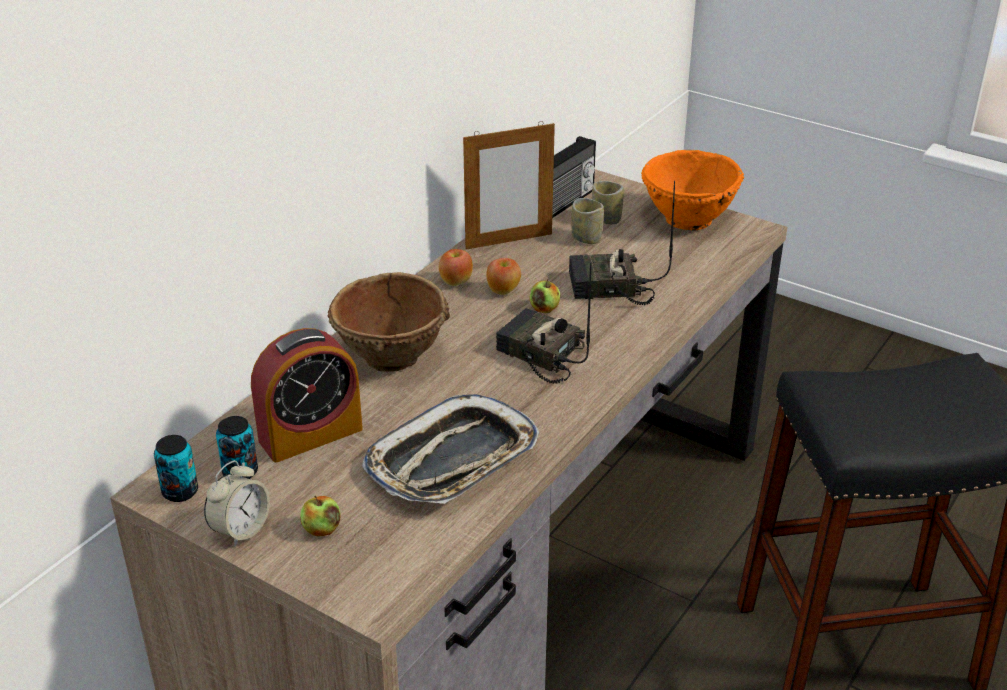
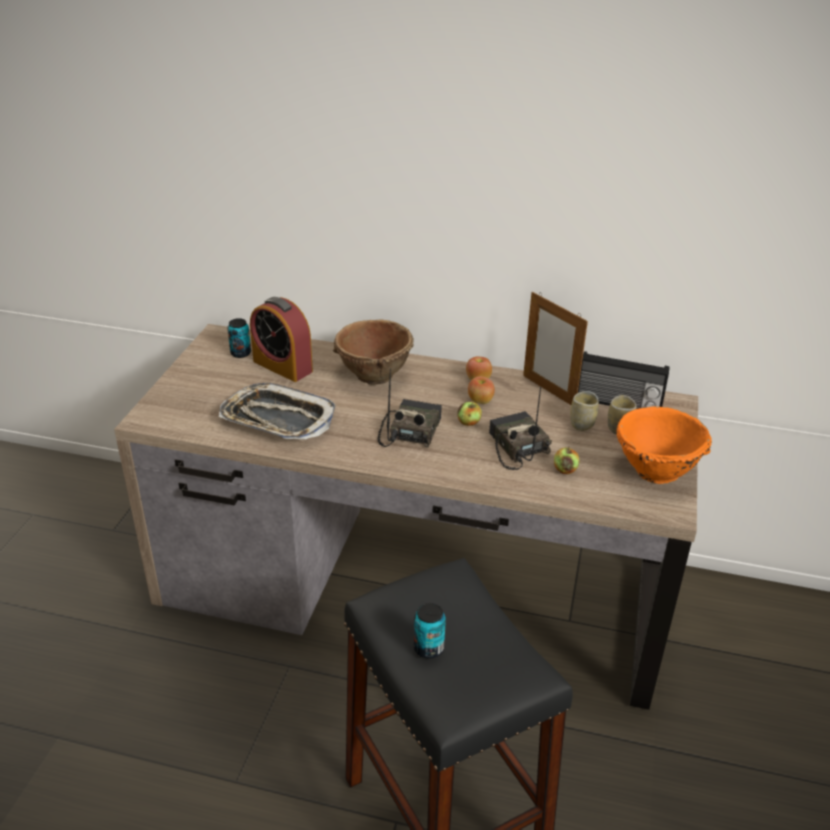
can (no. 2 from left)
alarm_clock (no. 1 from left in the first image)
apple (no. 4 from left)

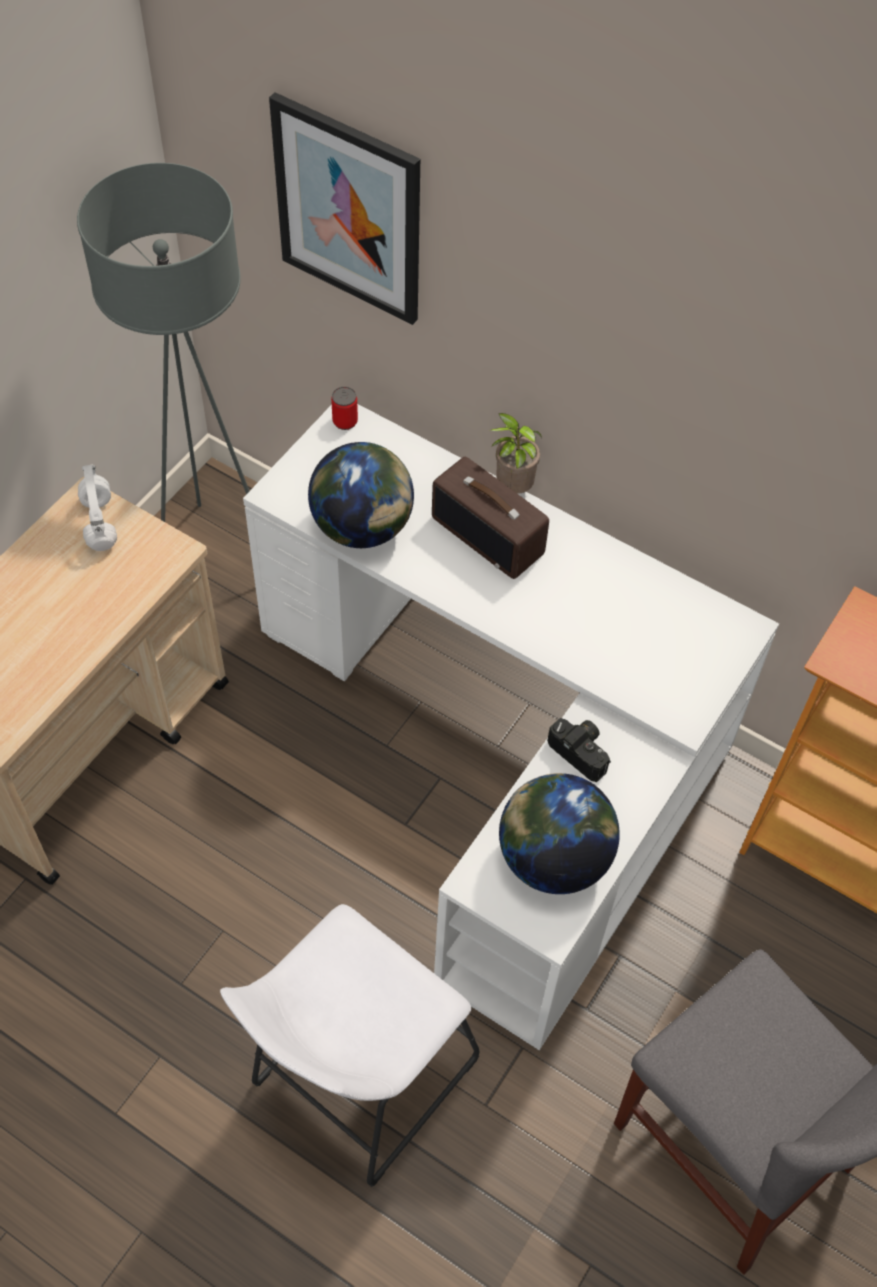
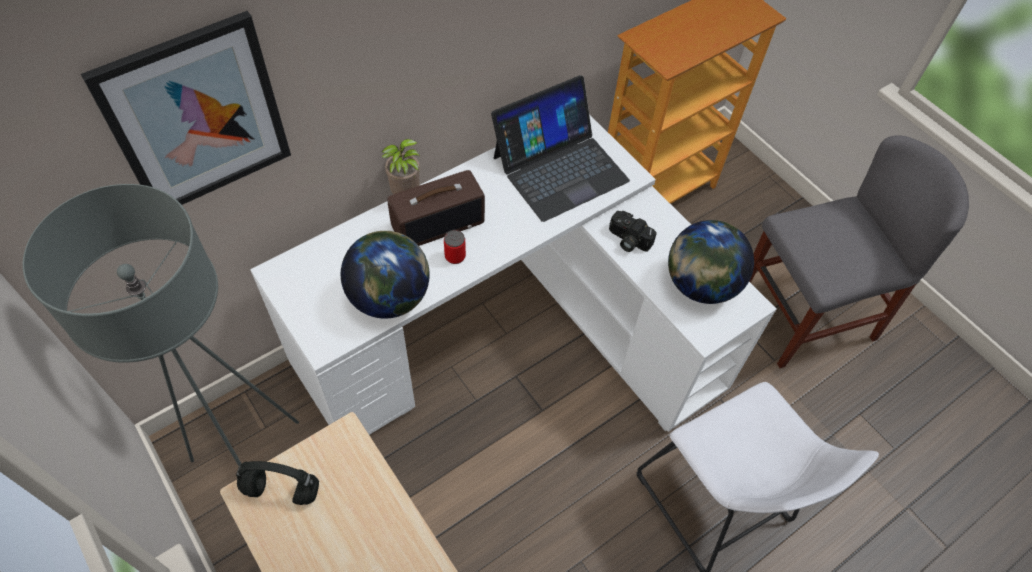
black_headphones
can
photo_camera
laptop

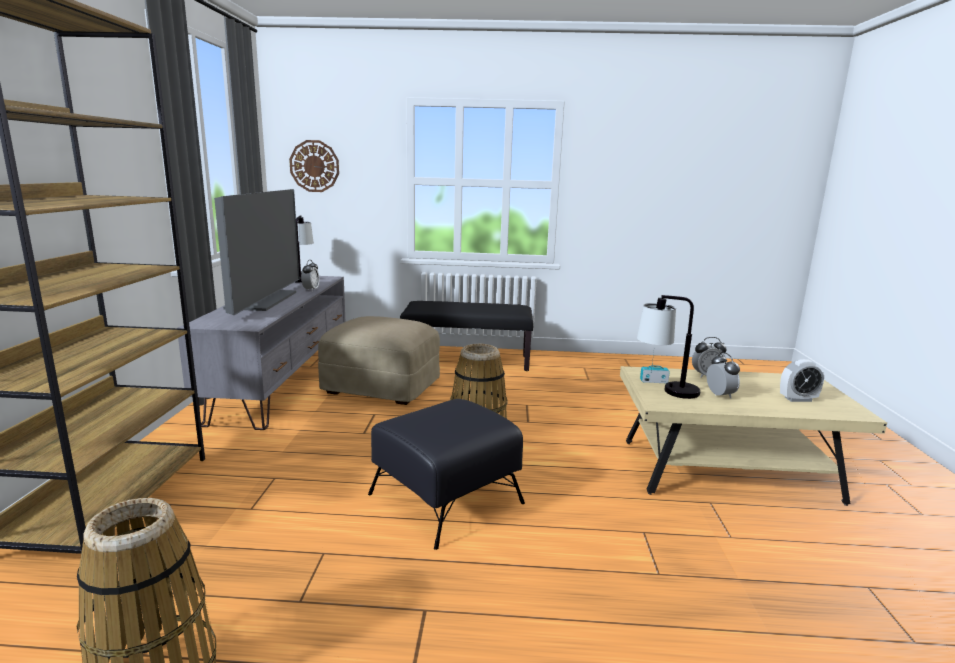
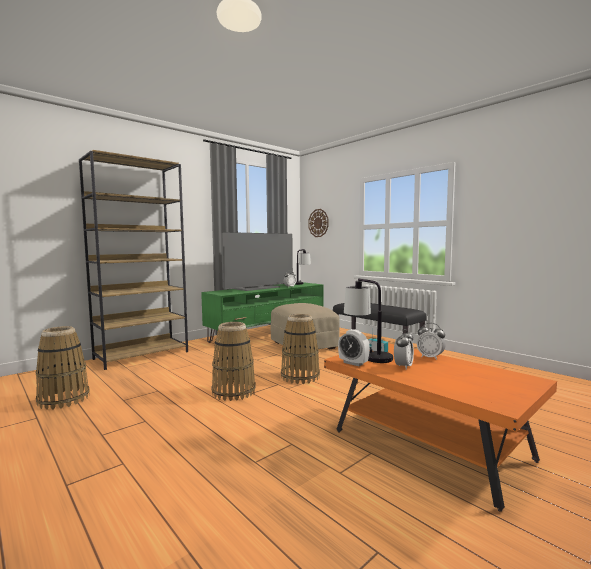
green_tv_stand
basket (no. 2 from left)
orange_coffee_table
alarm_clock (no. 2 from left)

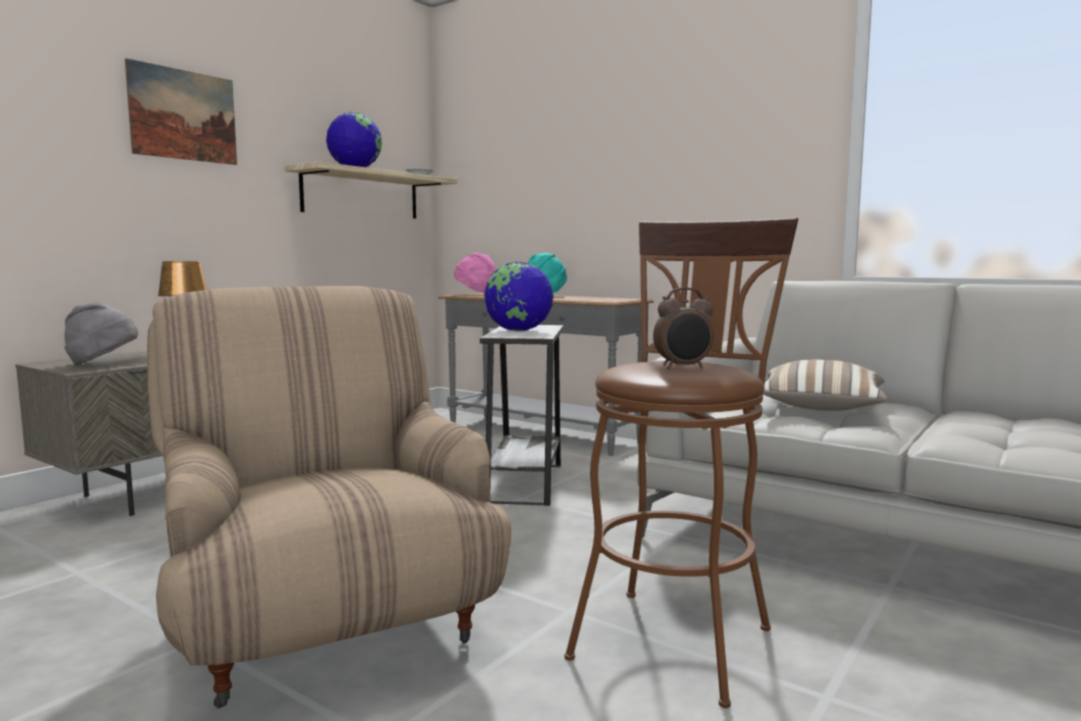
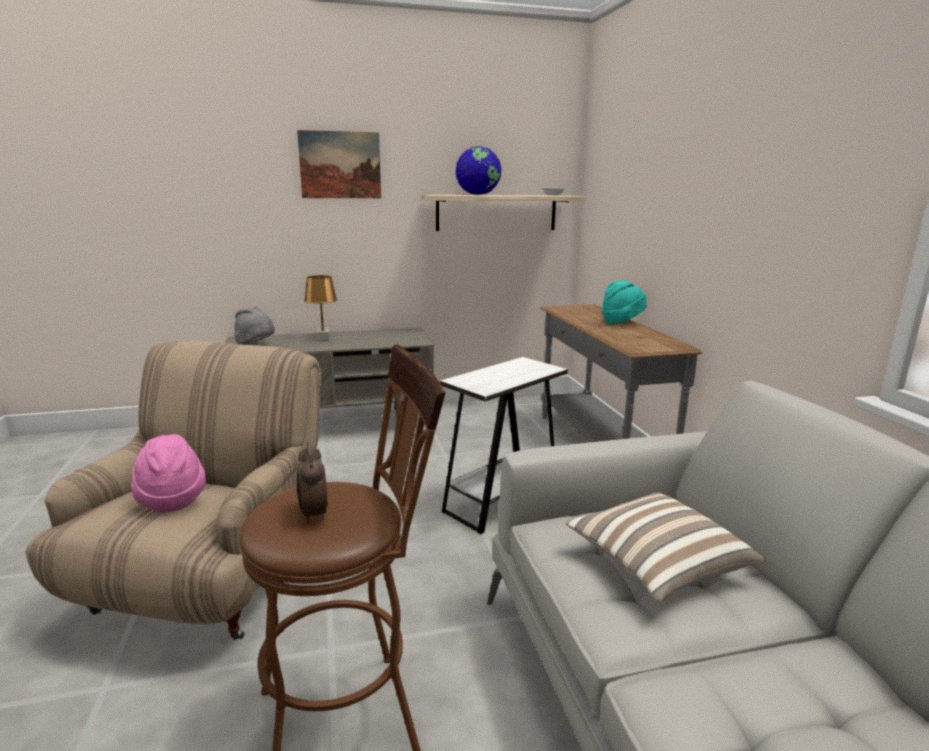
pink_hat
globe (no. 2 from left in the first image)
alarm_clock

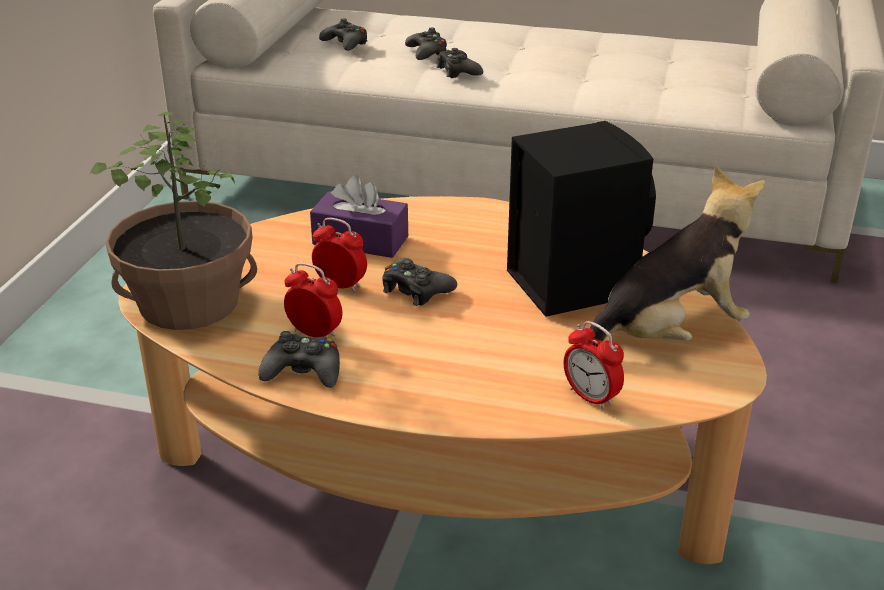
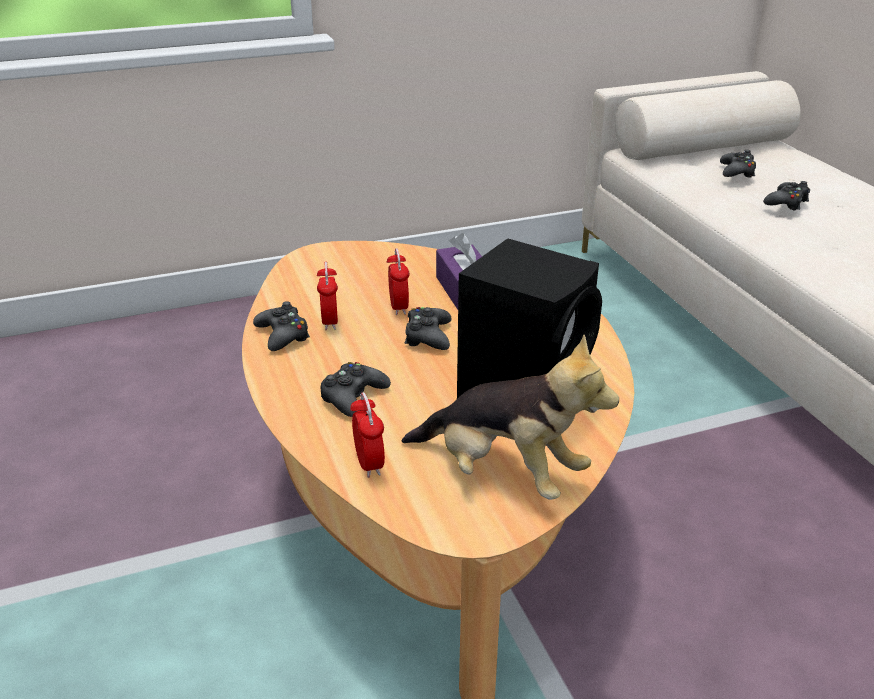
potted_plant
black_game_controller (no. 2 from left)
alarm_clock (no. 2 from left)

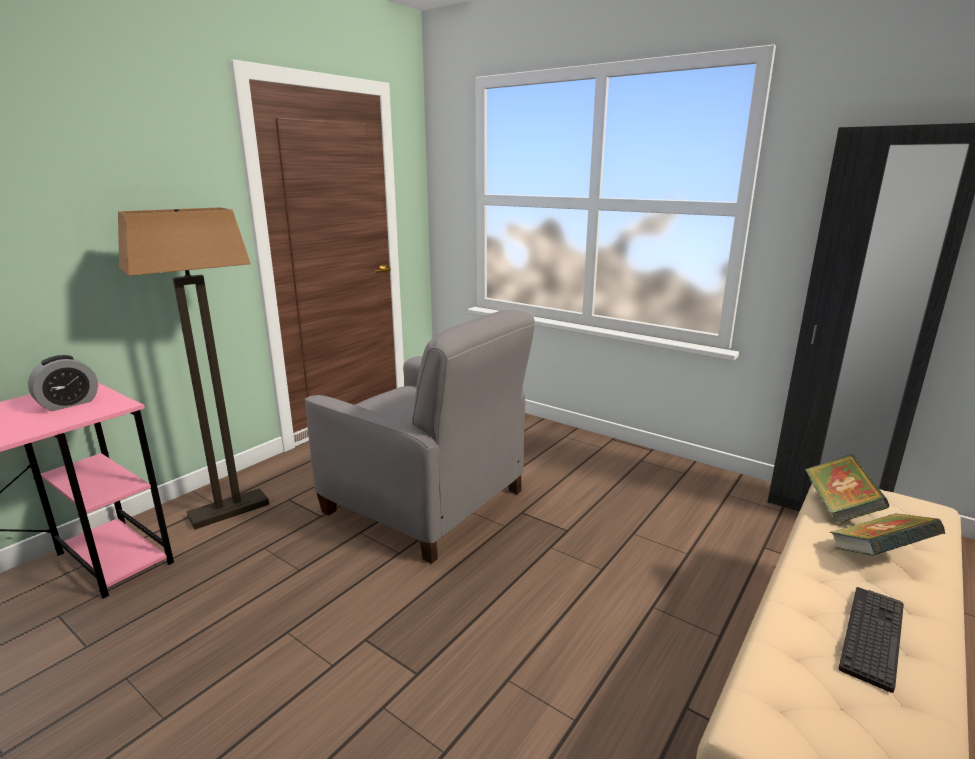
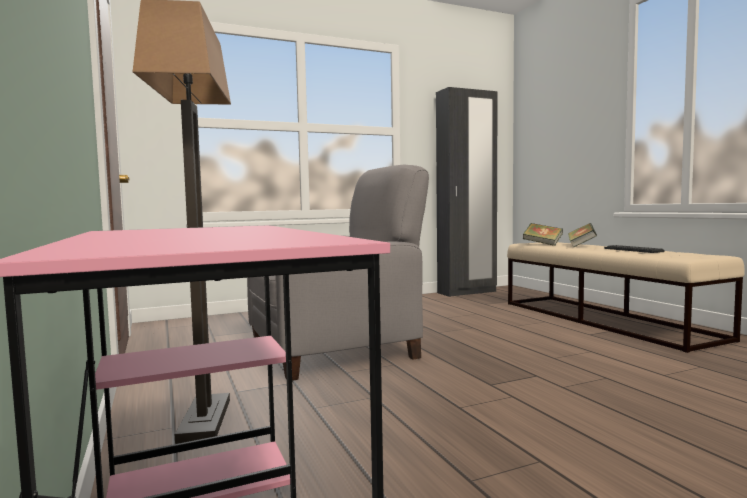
alarm_clock

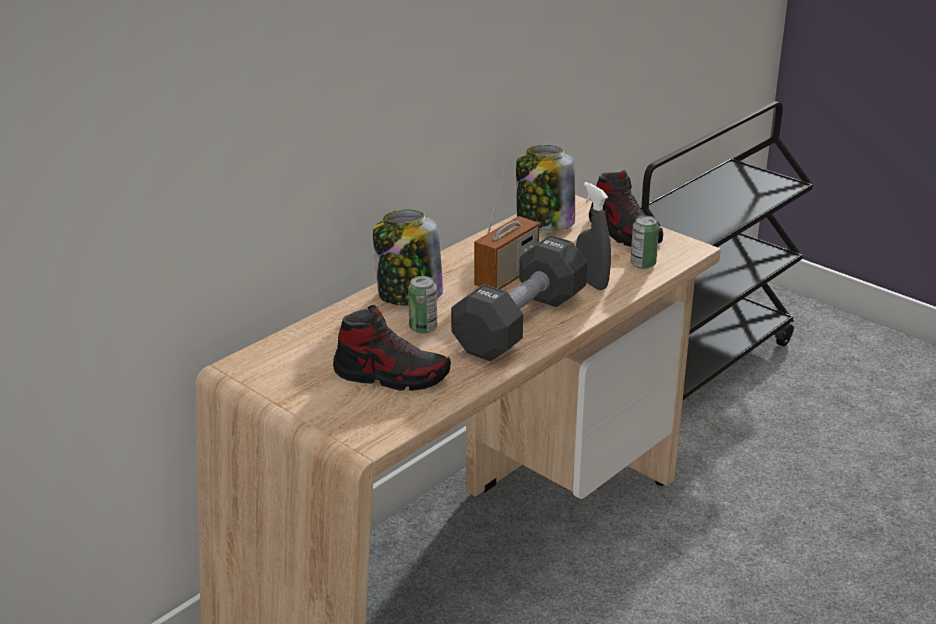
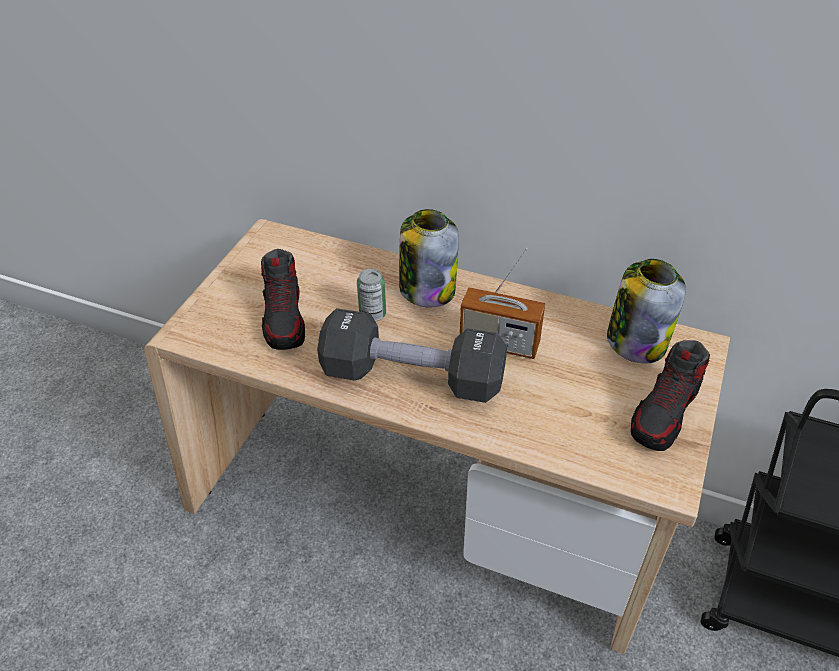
grey_spray_bottle
can (no. 2 from left in the first image)

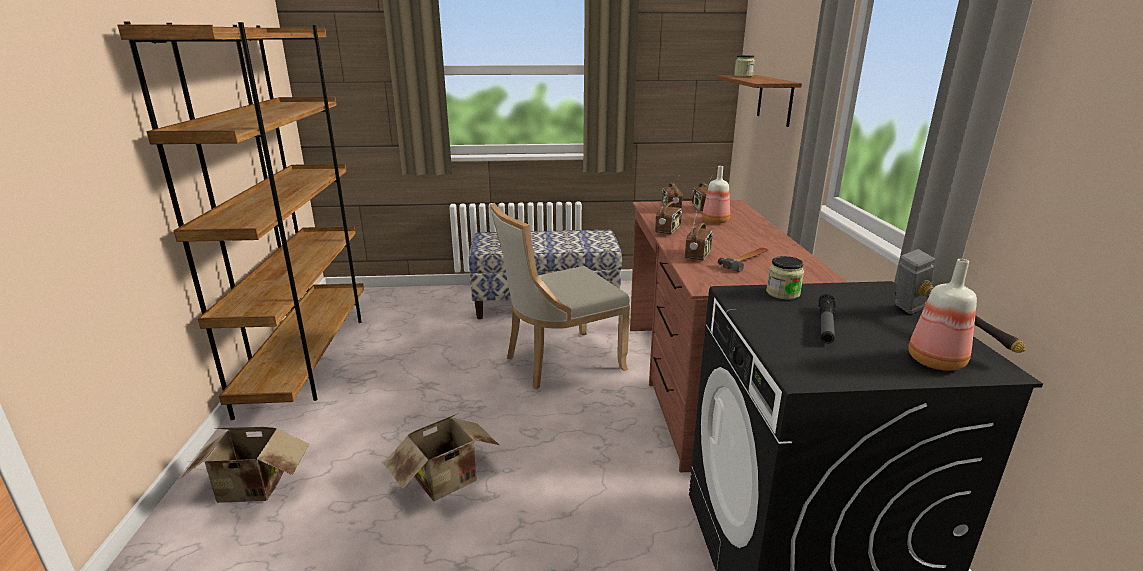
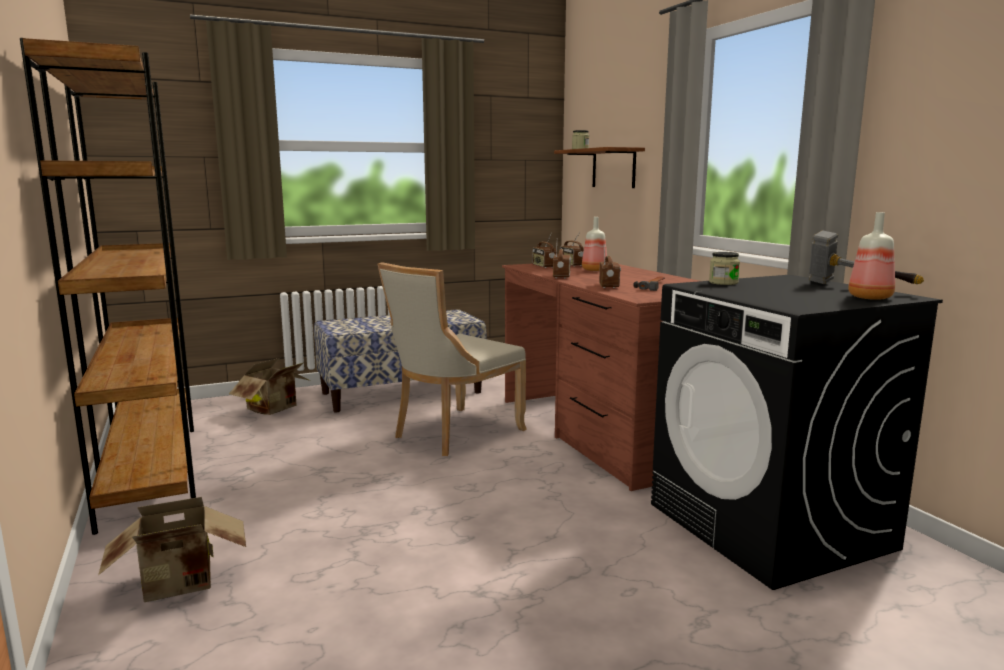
cardboard_box (no. 2 from left)
flashlight

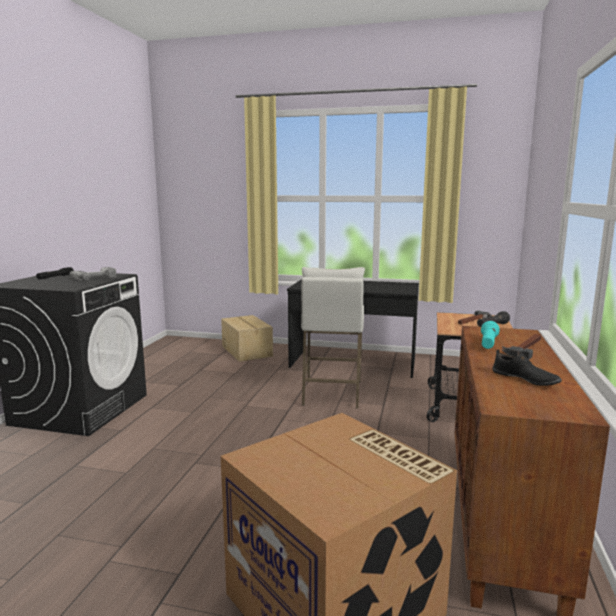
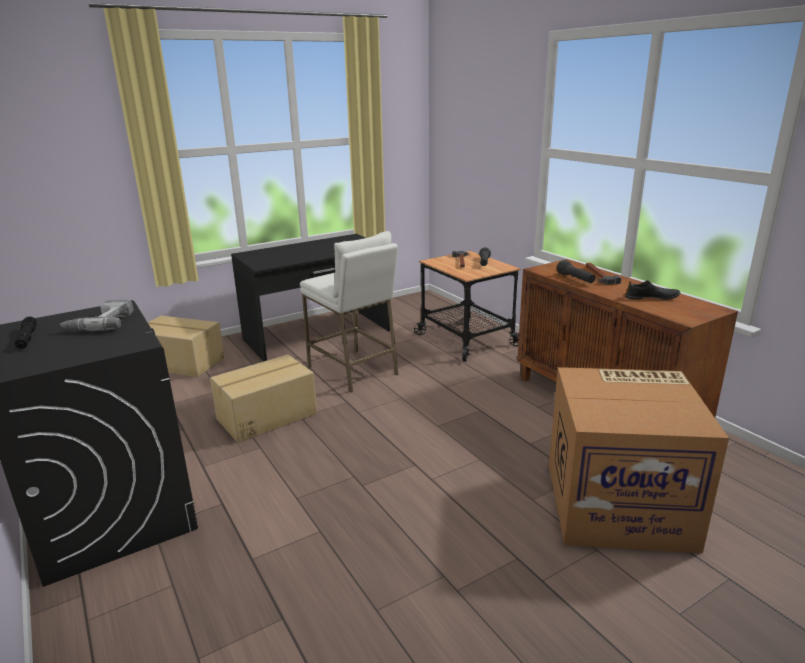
black_flashlight (no. 3 from left)
cardboard_box (no. 2 from left)

